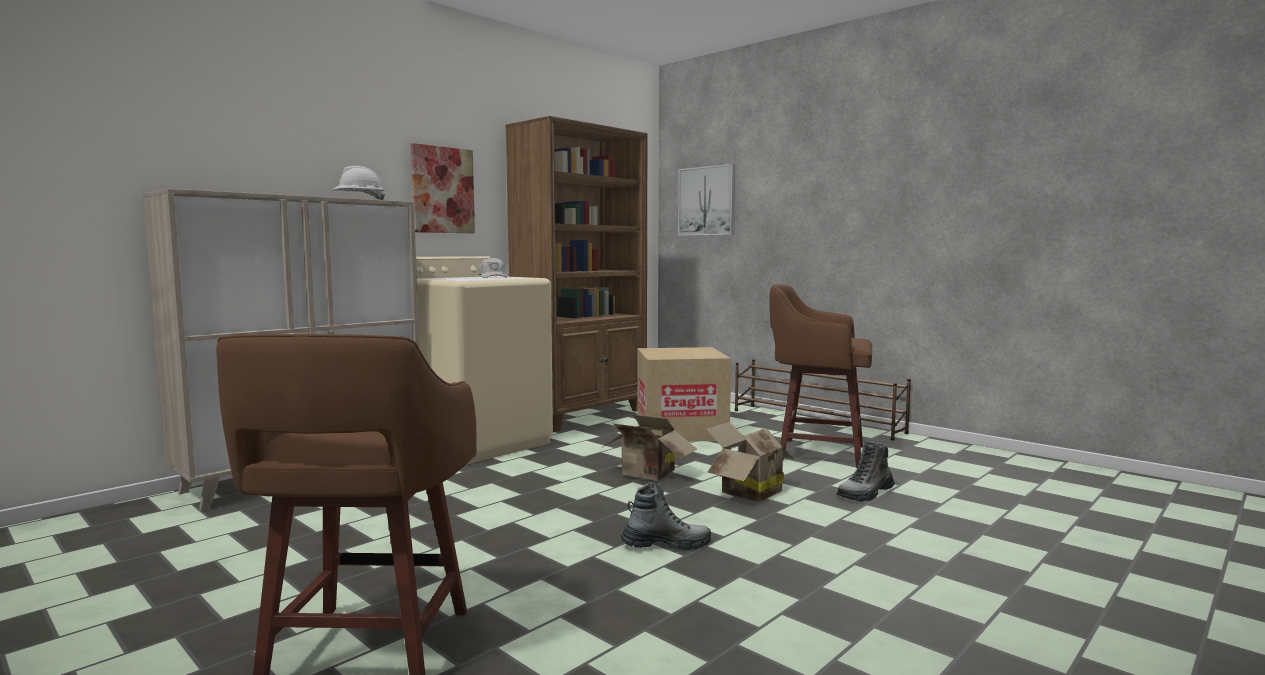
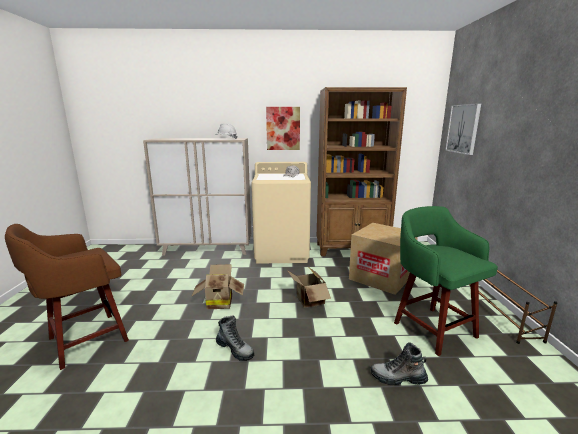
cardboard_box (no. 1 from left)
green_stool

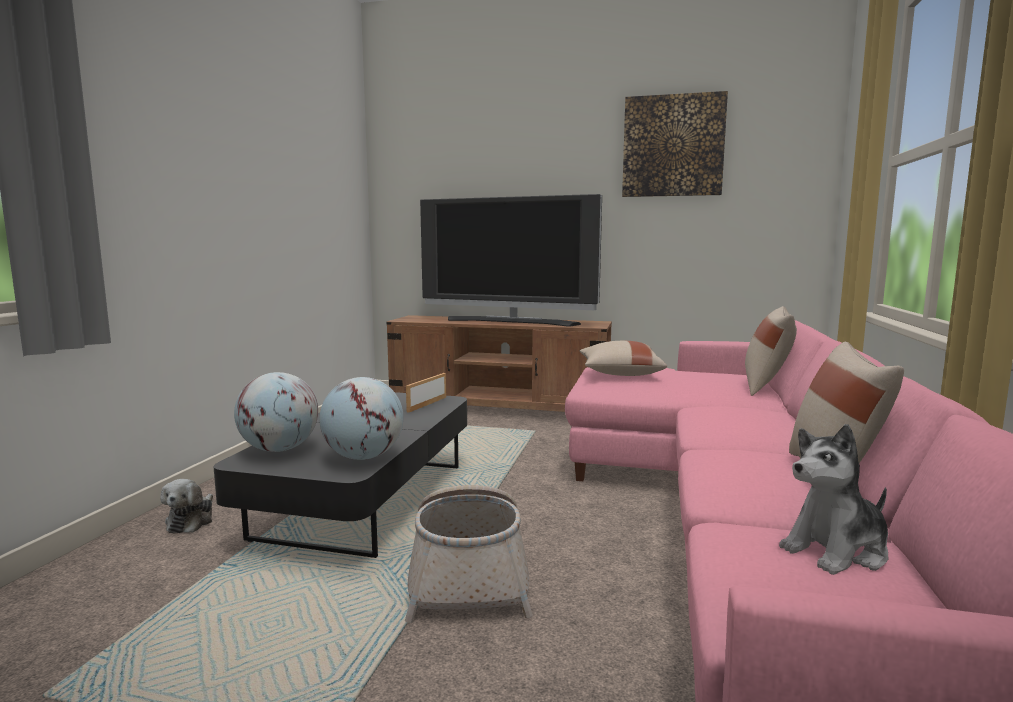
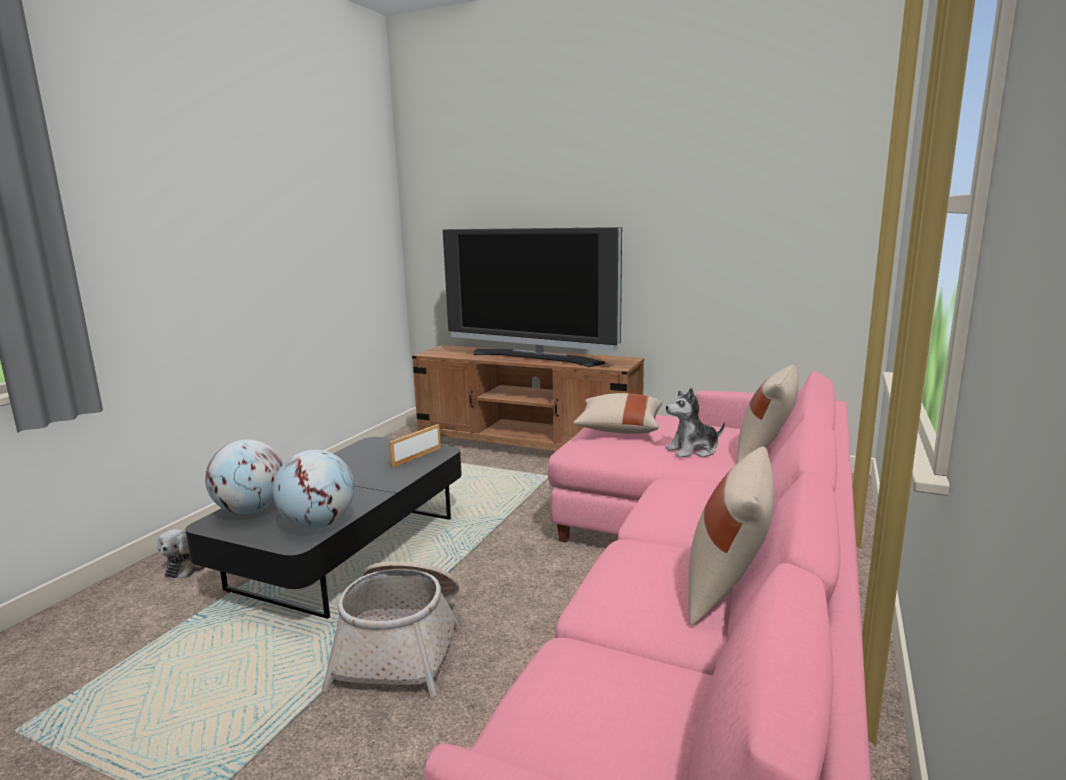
picture
plush_toy (no. 2 from left)

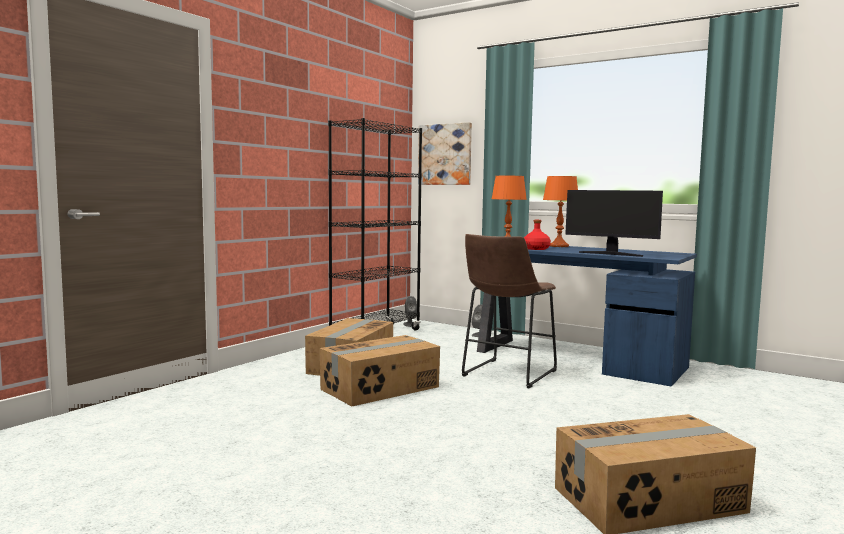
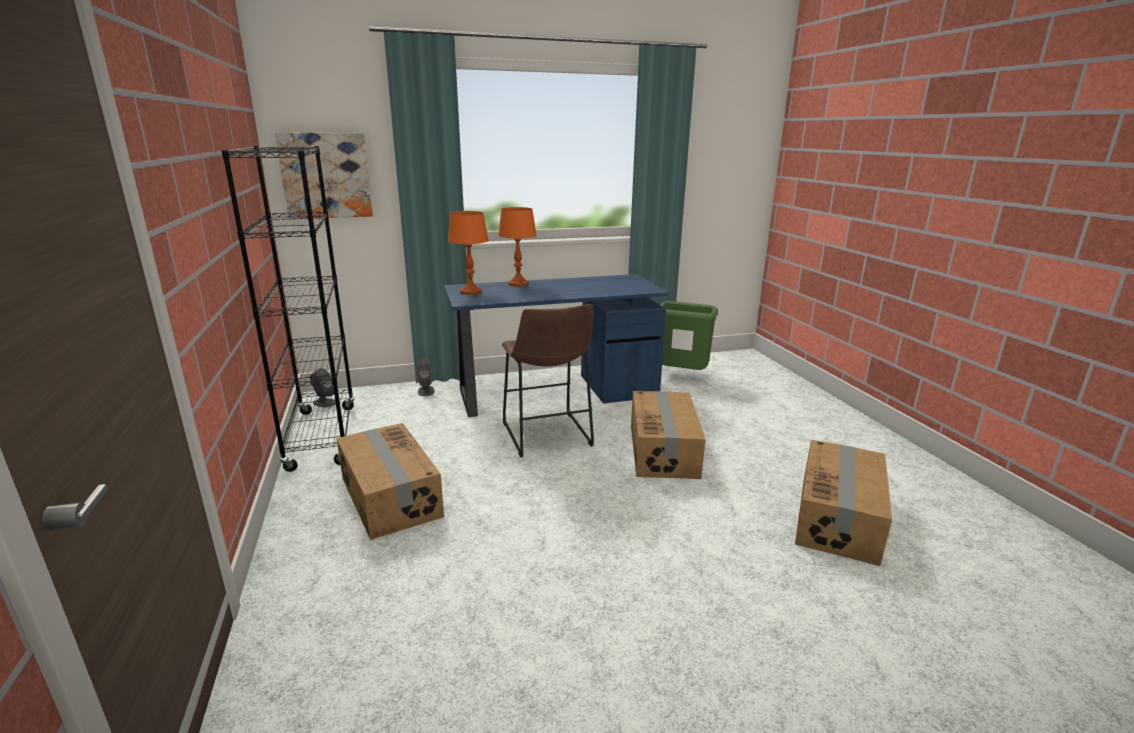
cardboard_box (no. 2 from left)
red_bottle
monitor
green_trash_can

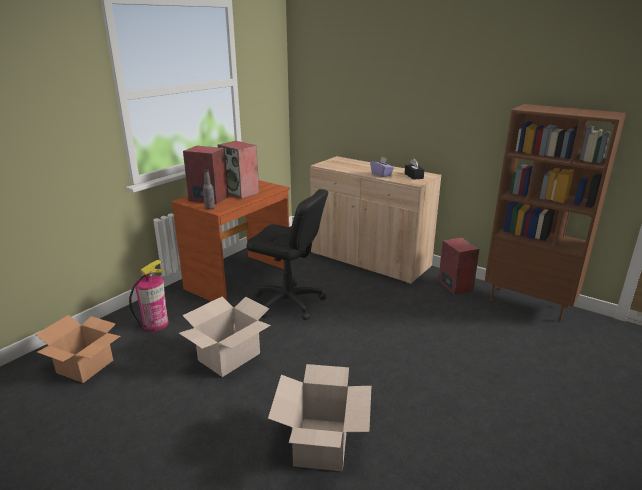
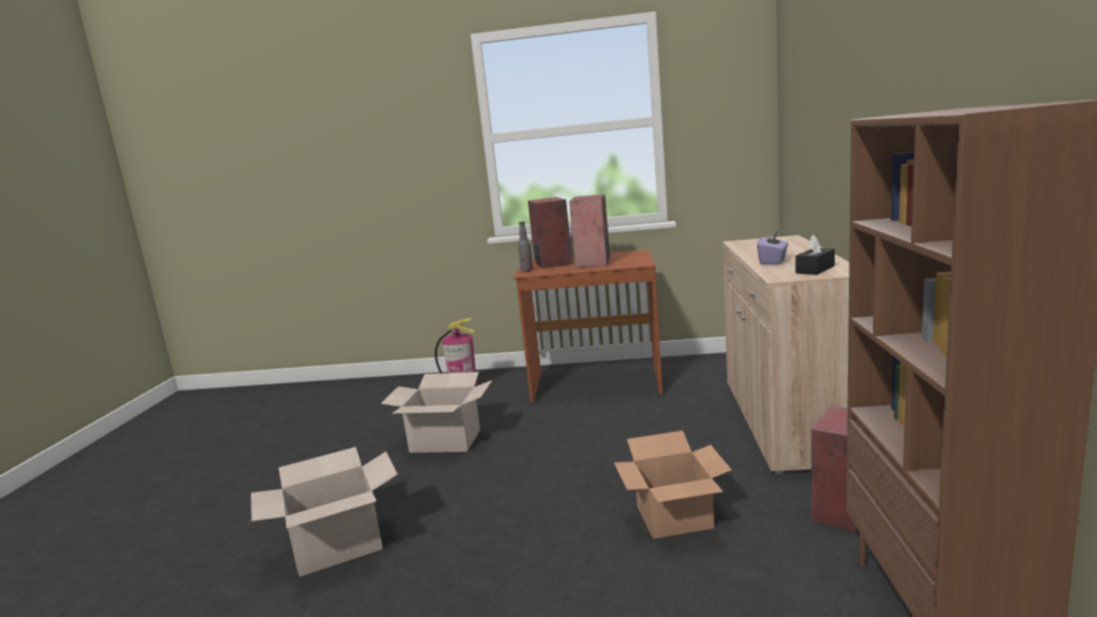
cardboard_box (no. 3 from left)
black_office_chair

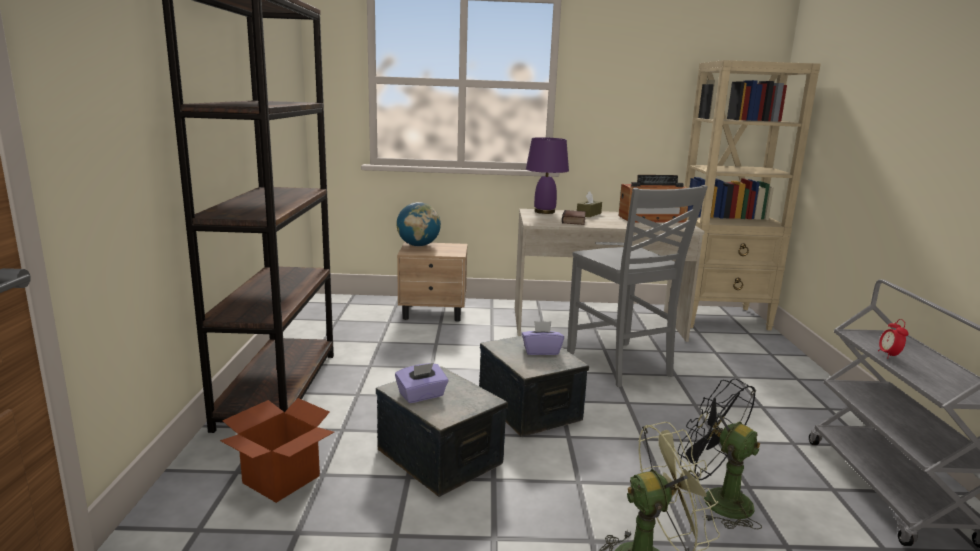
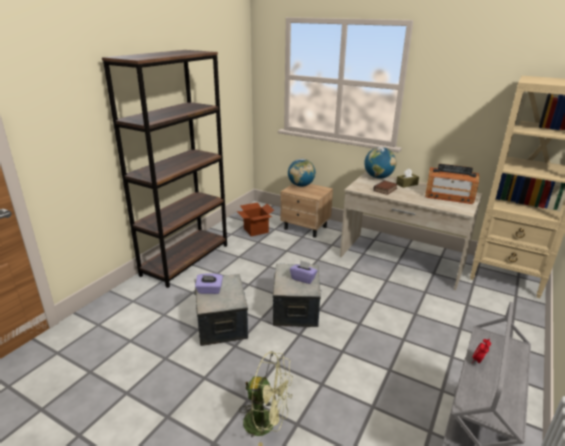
cardboard_box
globe (no. 2 from left)
grey_chair
black_fan

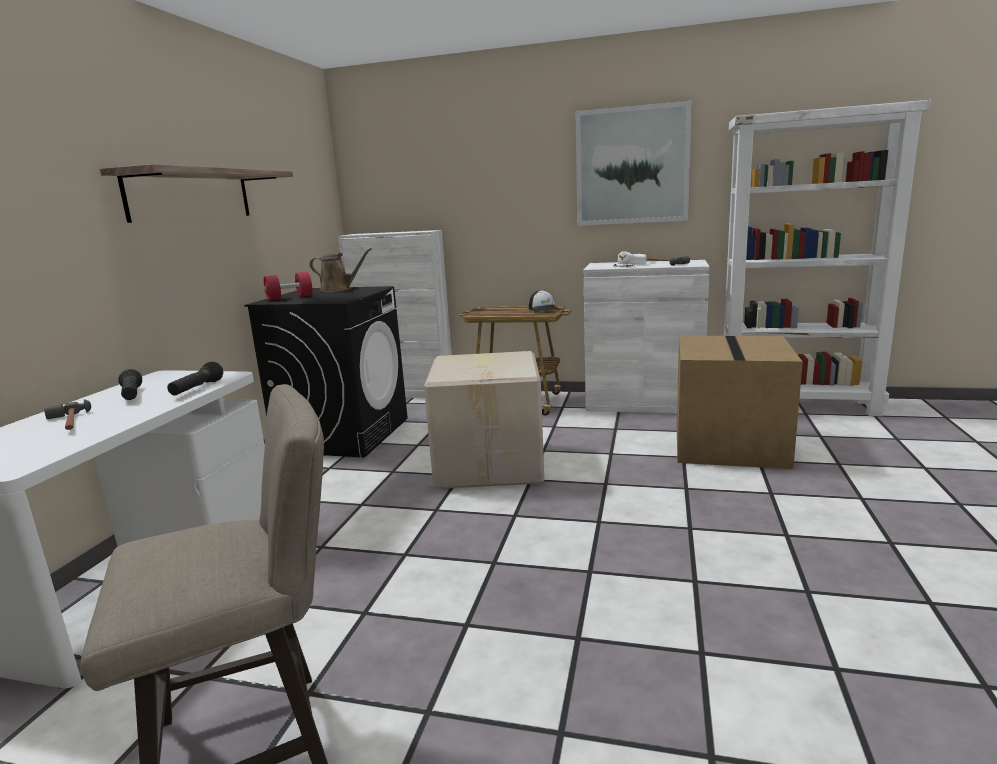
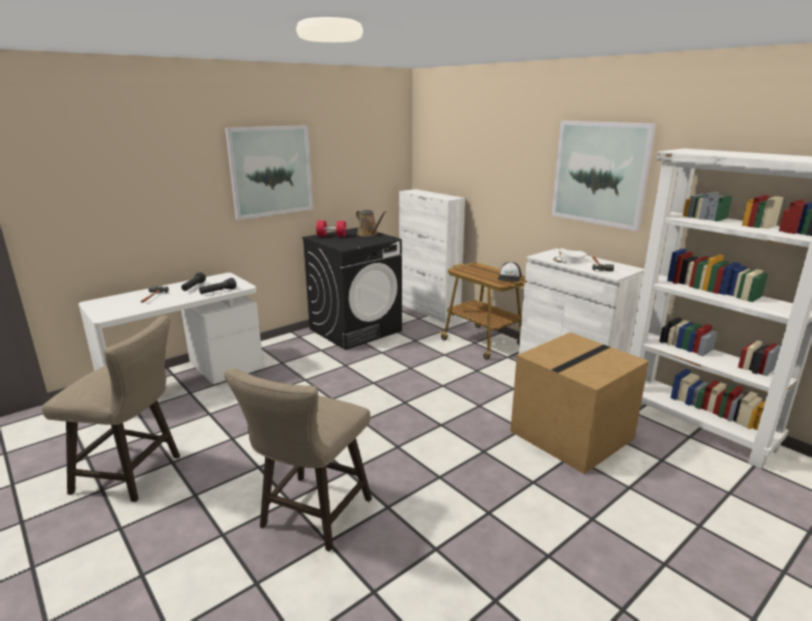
picture (no. 1 from left)
cardboard_box (no. 1 from left in the first image)
beige_stool (no. 2 from left)

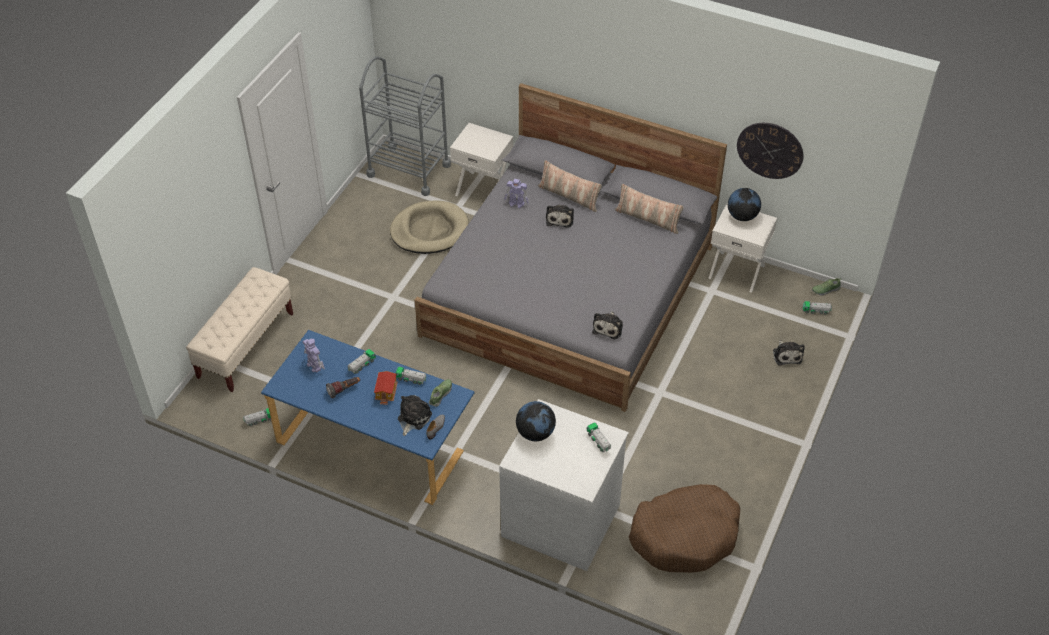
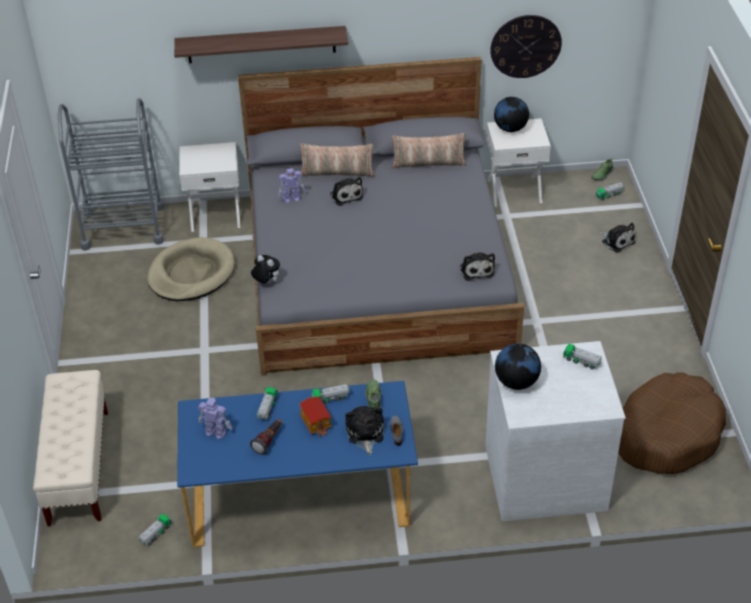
shelf
plush_toy (no. 1 from left)

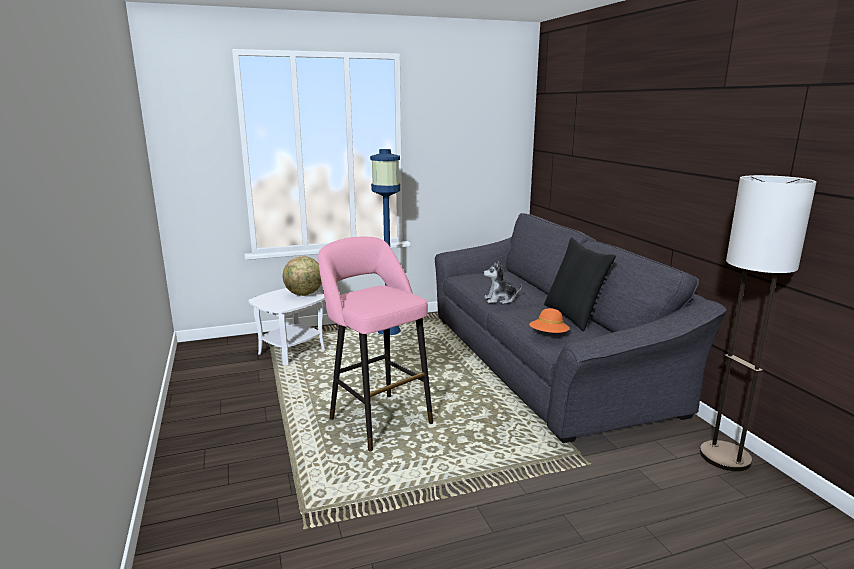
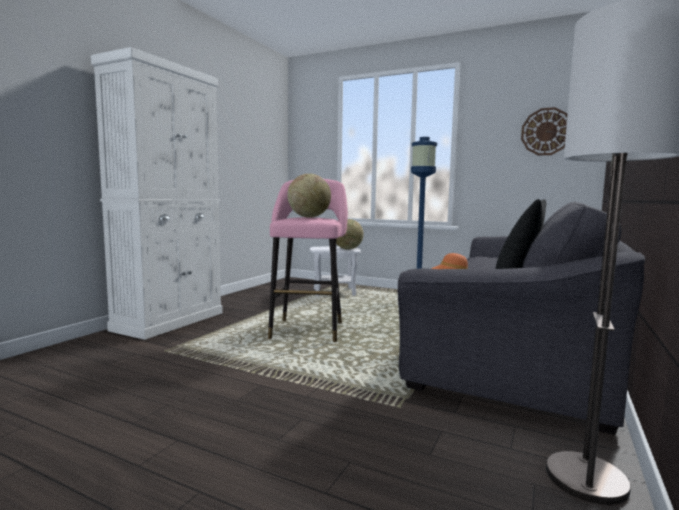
plush_toy
white_cabinet
globe (no. 1 from left)
wall_clock

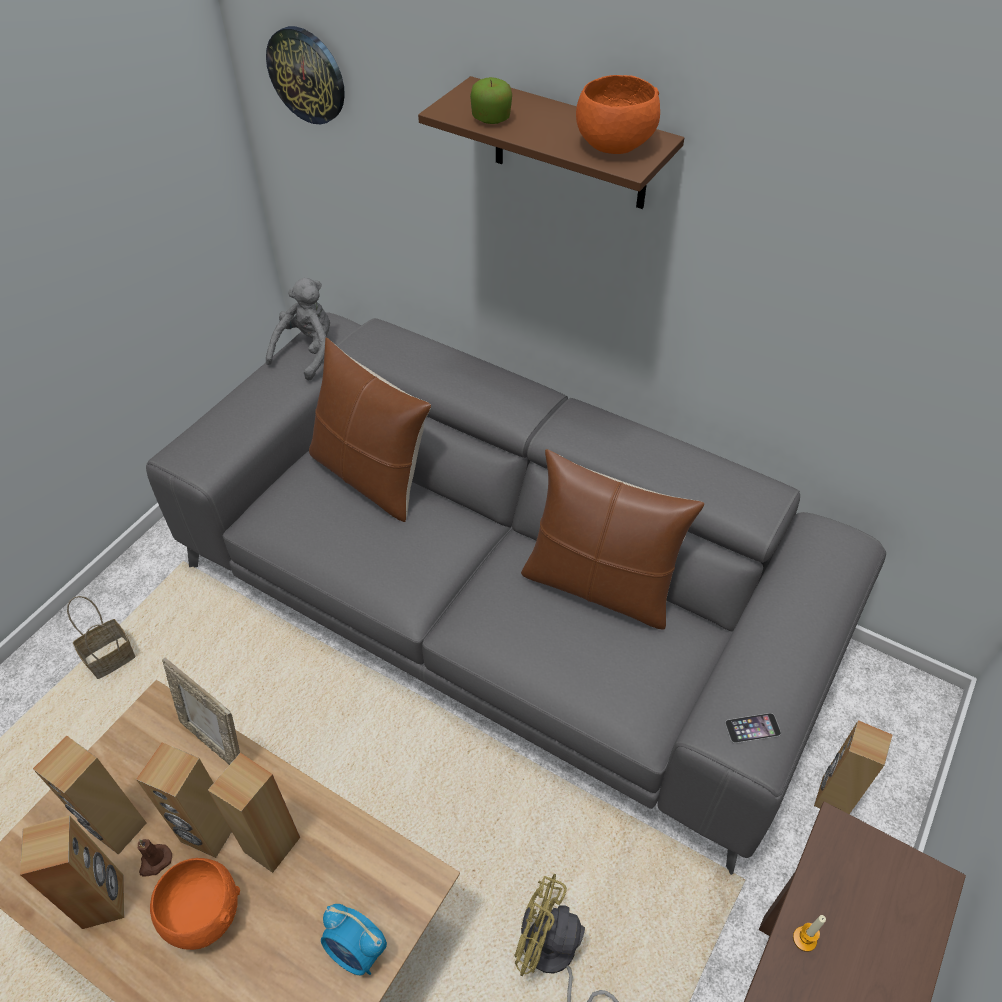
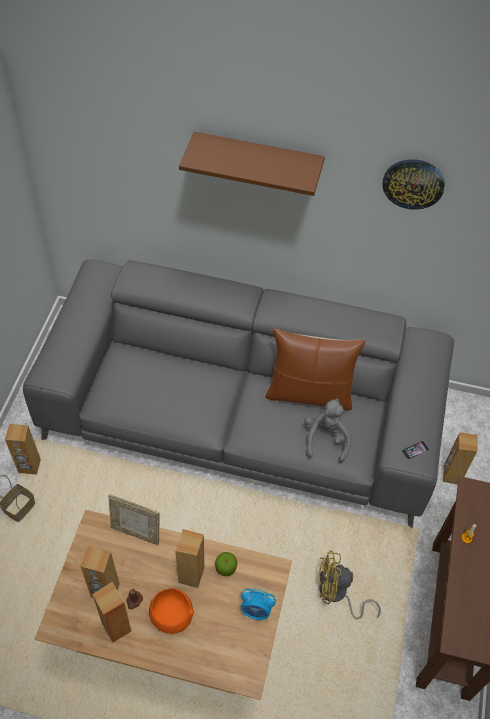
brown_speaker (no. 1 from left)
wall_clock
grey_plush_toy
brown_pillow (no. 1 from left in the first image)
apple
orange_bowl (no. 2 from left in the first image)

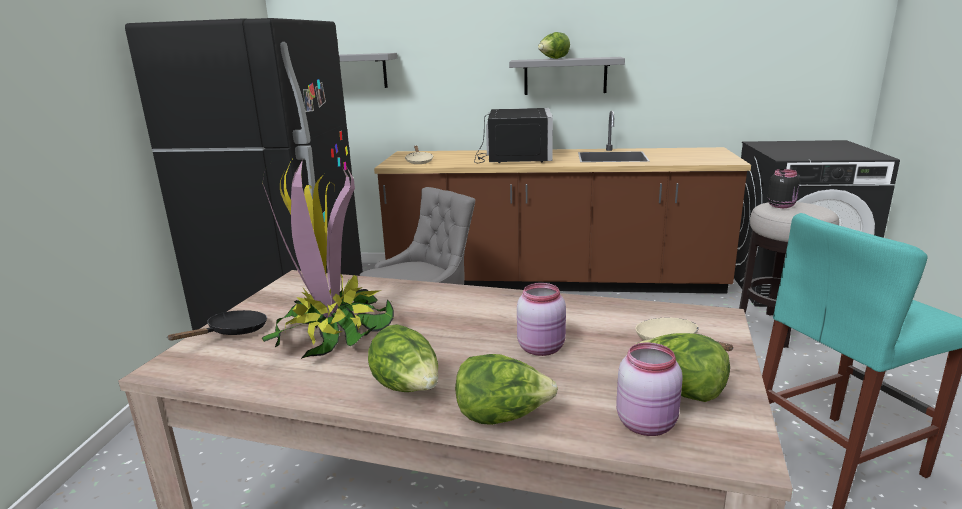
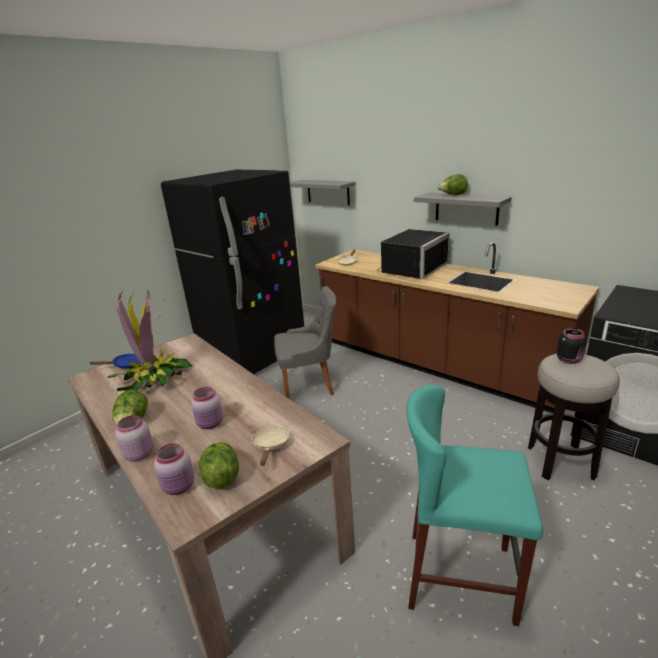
blue_frying_pan
pink_jar (no. 1 from left)

